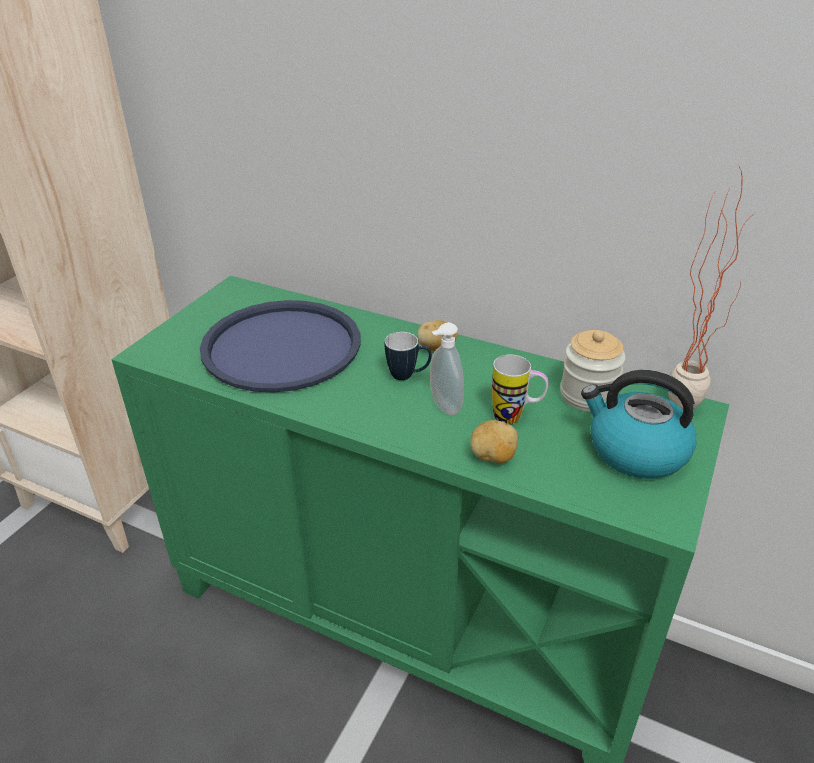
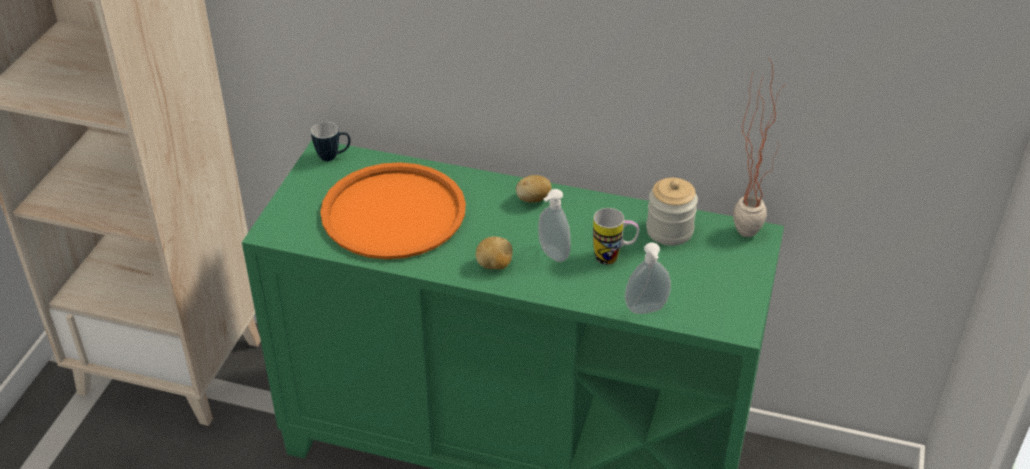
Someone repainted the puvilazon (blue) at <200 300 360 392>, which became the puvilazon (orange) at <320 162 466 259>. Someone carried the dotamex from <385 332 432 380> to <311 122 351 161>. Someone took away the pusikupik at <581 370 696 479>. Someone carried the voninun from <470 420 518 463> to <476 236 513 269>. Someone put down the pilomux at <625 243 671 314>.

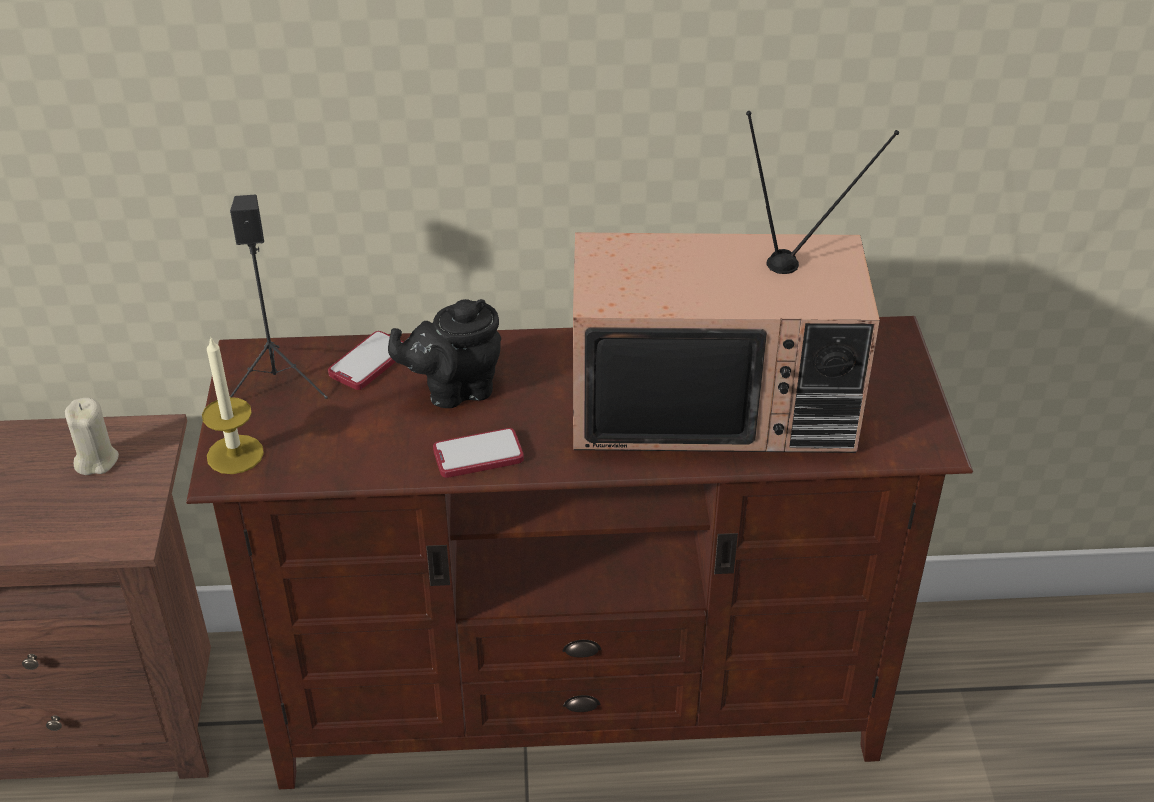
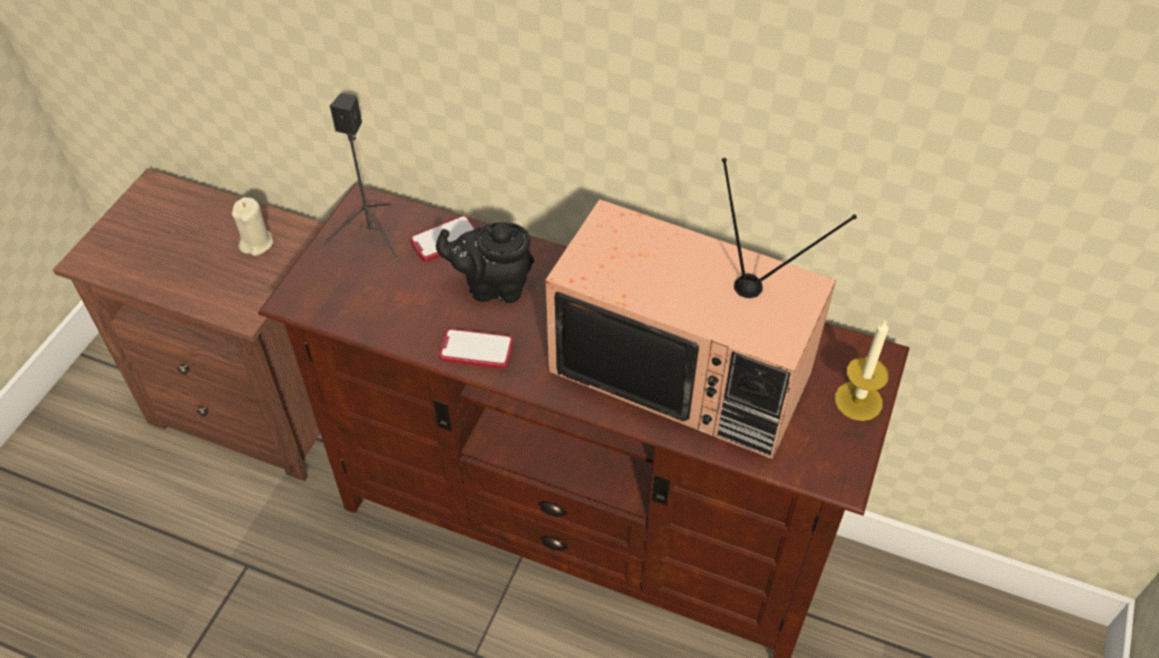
Someone carried the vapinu from <202 336 264 474> to <835 320 889 421>.

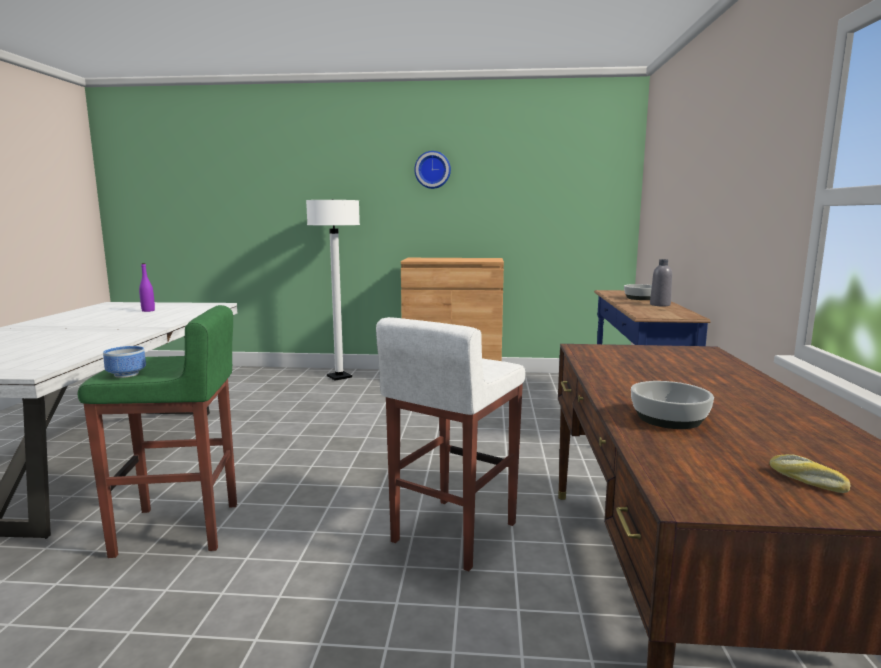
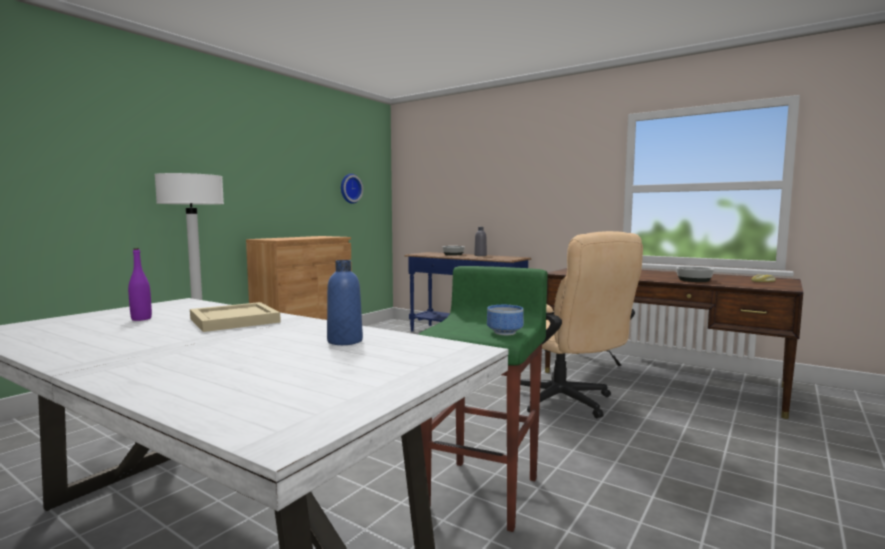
Someone carried the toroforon from <414 151 451 189> to <341 174 363 204>. Someone swapped the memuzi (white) at <376 317 526 572> for the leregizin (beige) at <520 231 643 418>. Someone put down the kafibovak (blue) at <327 260 363 345>. Someone put down the puvilazon (beige) at <190 302 281 332>.

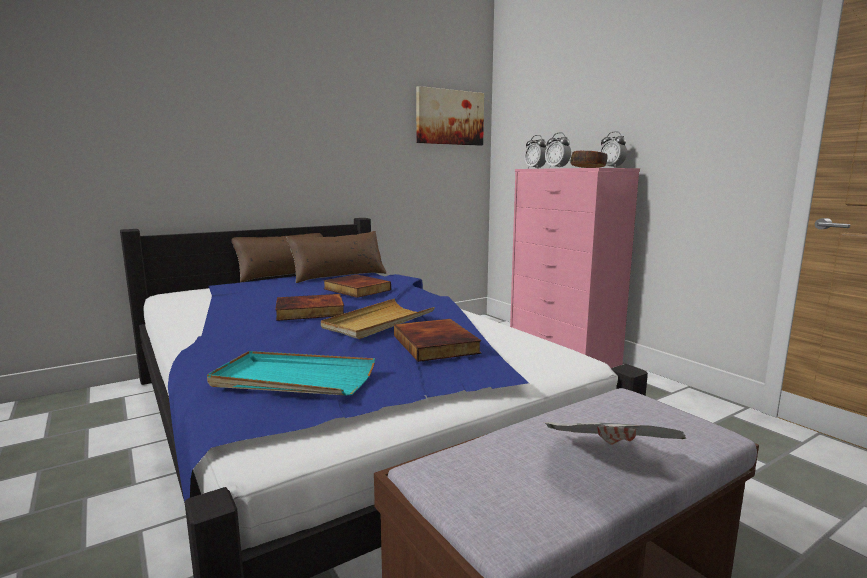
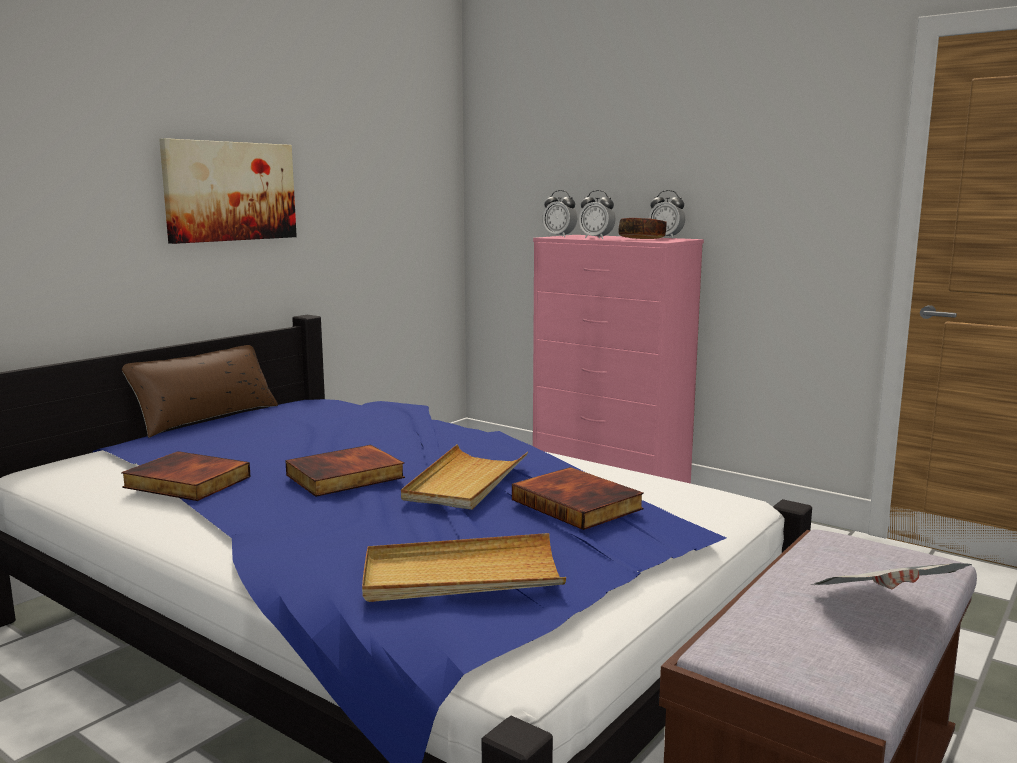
Someone carried the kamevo from <416 86 484 146> to <159 138 297 244>. Someone took away the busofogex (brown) at <286 231 386 283>. Someone carried the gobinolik from <323 275 391 298> to <121 451 251 501>. Someone repainted the puvilazon (turquoise) at <207 351 375 395>, which became the puvilazon (beige) at <362 533 566 602>.

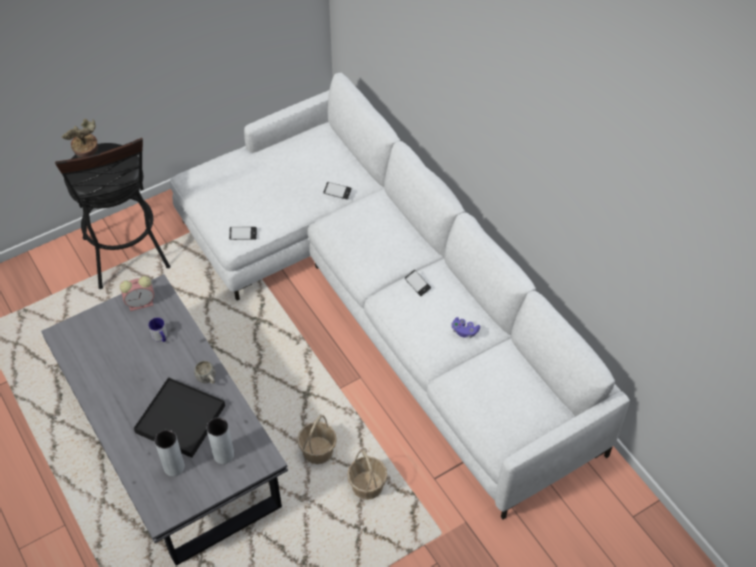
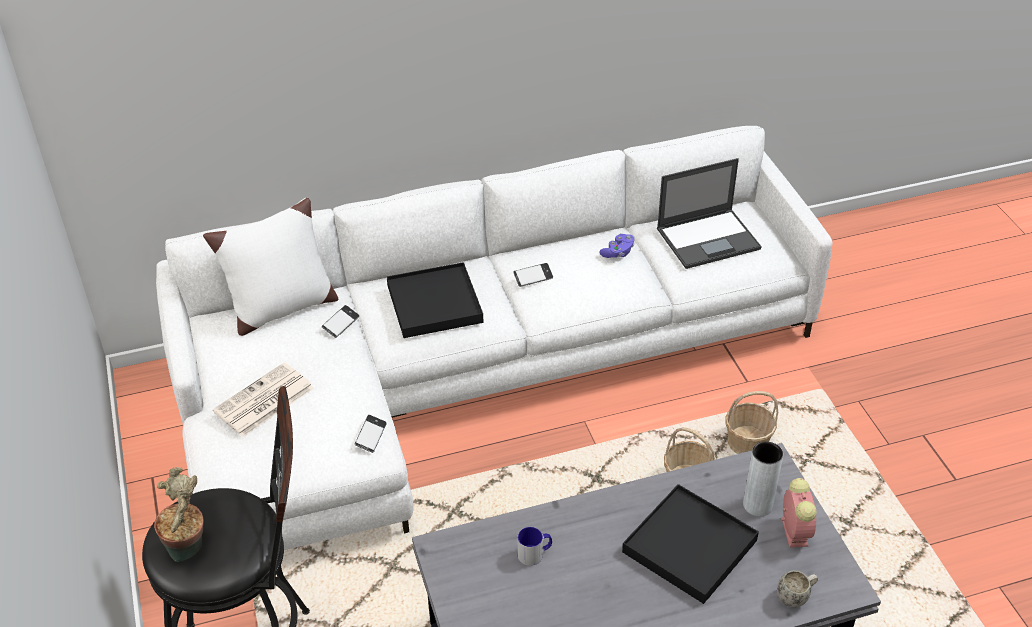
Someone carried the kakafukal from <120 276 154 311> to <781 478 817 548>. Someone carried the dotamex (white) from <194 361 216 384> to <777 570 818 608>. Someone took away the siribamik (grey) at <155 430 185 476>. Someone put down the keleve at <657 158 762 269>. Someone put down the busofogex (white) at <203 198 338 336>. Someone put down the puvilazon (black) at <387 262 484 338>. Someone put down the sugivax at <213 363 314 437>.

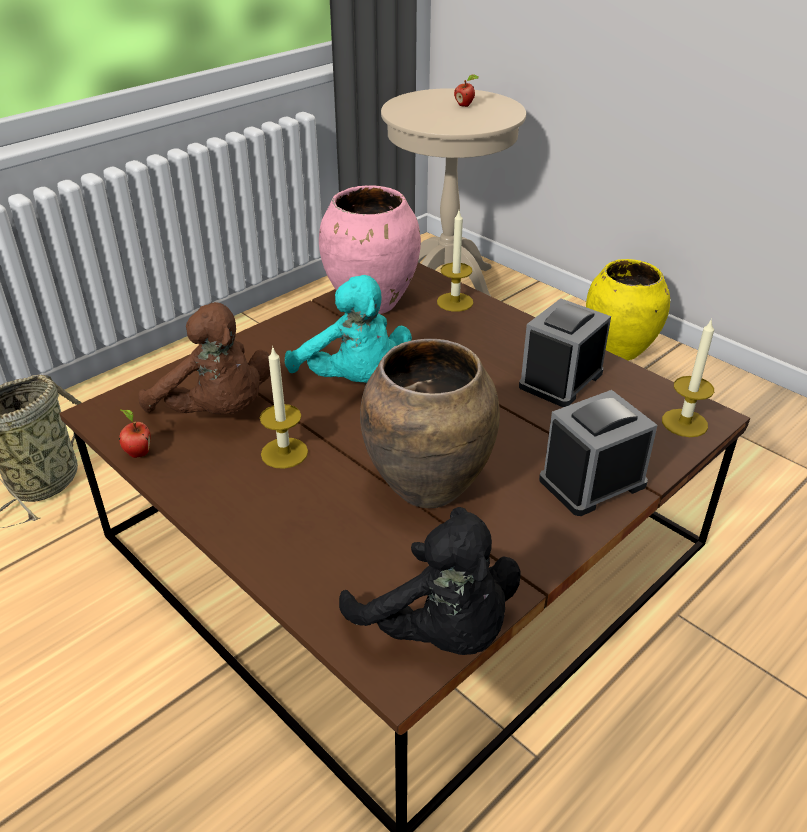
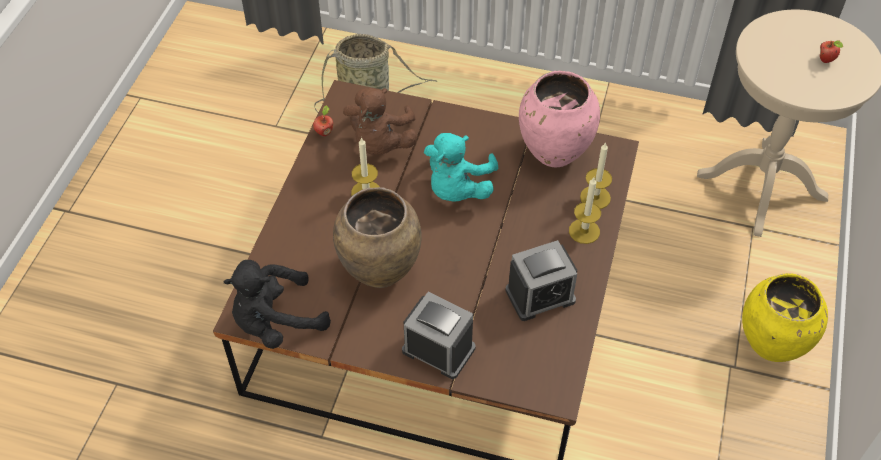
Someone rotated the kakafukal at <519 298 611 407> by 150 degrees clockwise. Someone carried the vapinu from <662 318 714 437> to <569 177 601 244>. Someone rotated the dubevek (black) at <339 507 521 655> by 45 degrees clockwise.

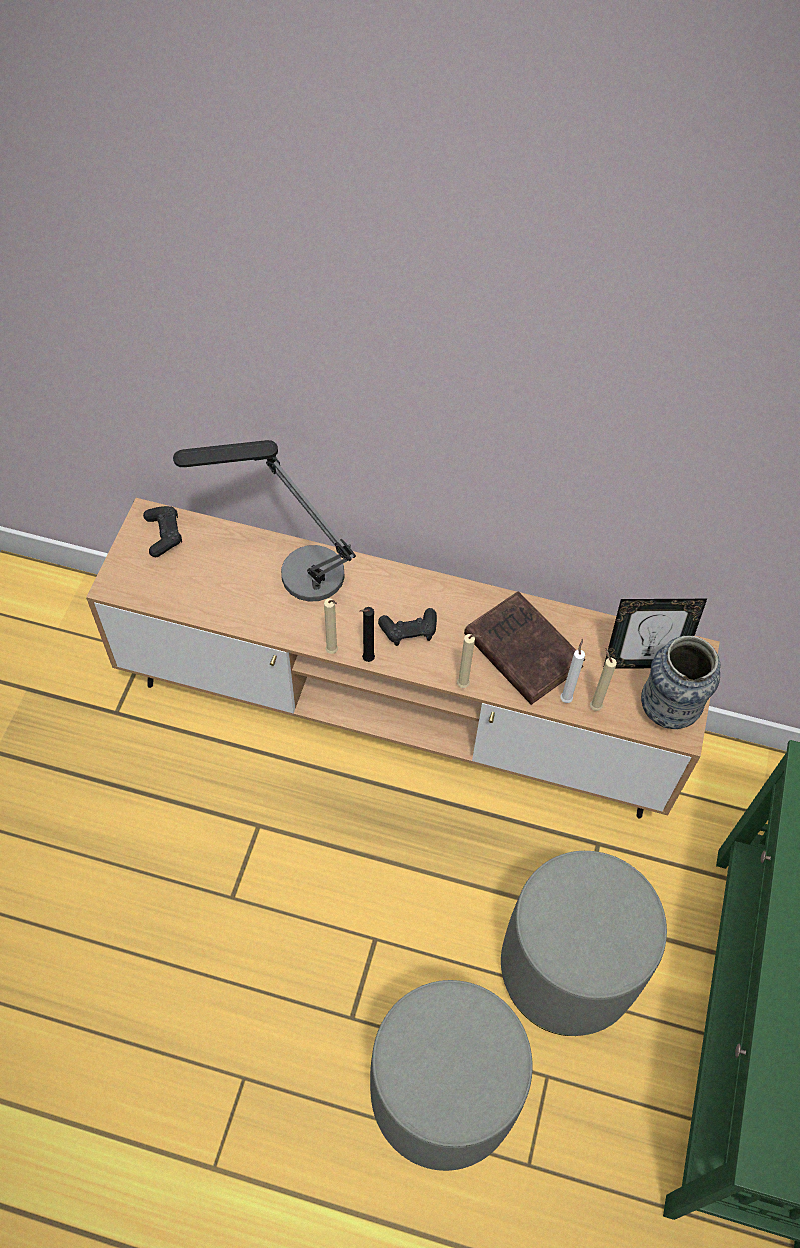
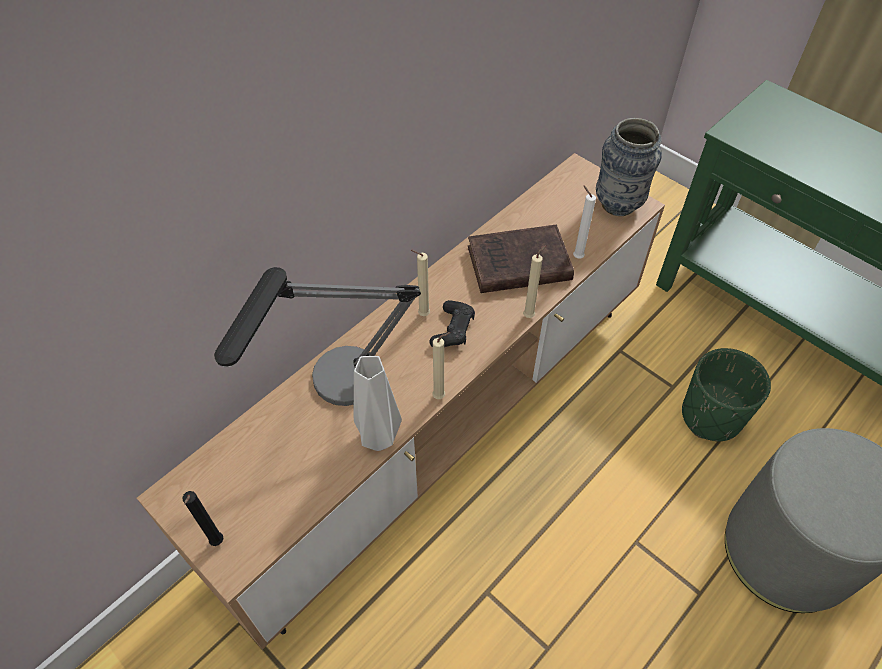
Someone took away the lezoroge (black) at <143 506 182 557>. Someone took away the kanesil at <603 599 707 669>. Someone carried the vapinu (black) from <359 607 375 662> to <182 491 224 546>. Someone carried the vapinu (beige) from <590 649 617 711> to <411 250 430 316>. Someone swapped the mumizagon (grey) at <501 851 667 1036> for the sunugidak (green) at <682 348 771 441>. Someone put down the siribamik (grey) at <354 356 402 451>.

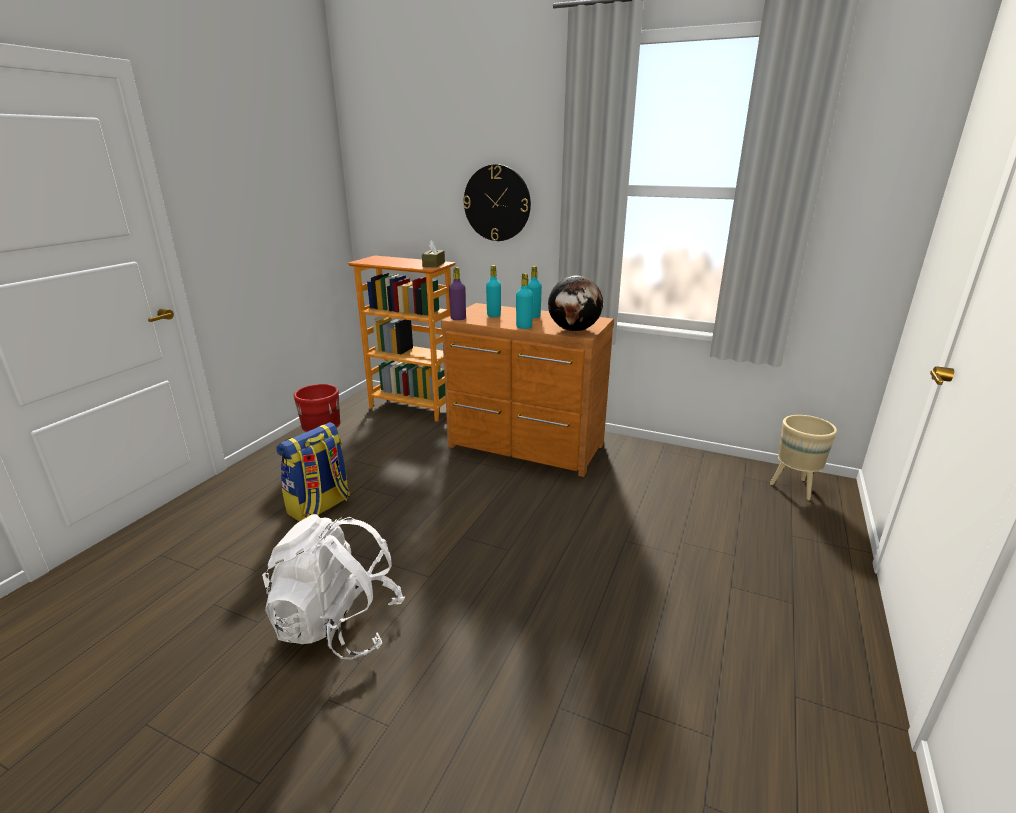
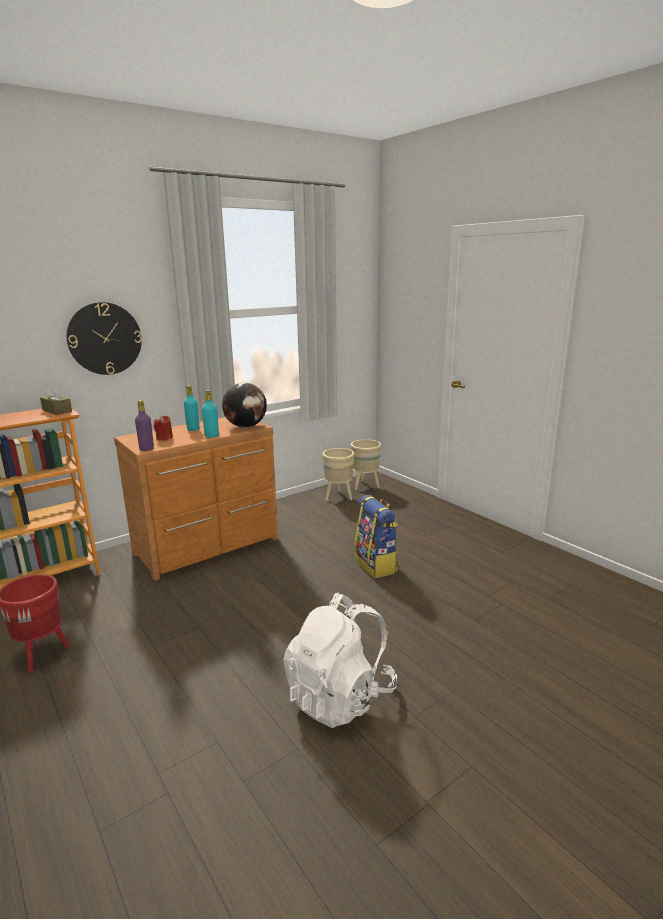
Someone swapped the kafibovak (turquoise) at <486 265 501 317> for the vapinu (red) at <154 416 173 441>. Someone carried the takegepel from <276 422 350 521> to <354 495 399 578>. Someone put down the sunugidak (beige) at <323 448 354 501>.

